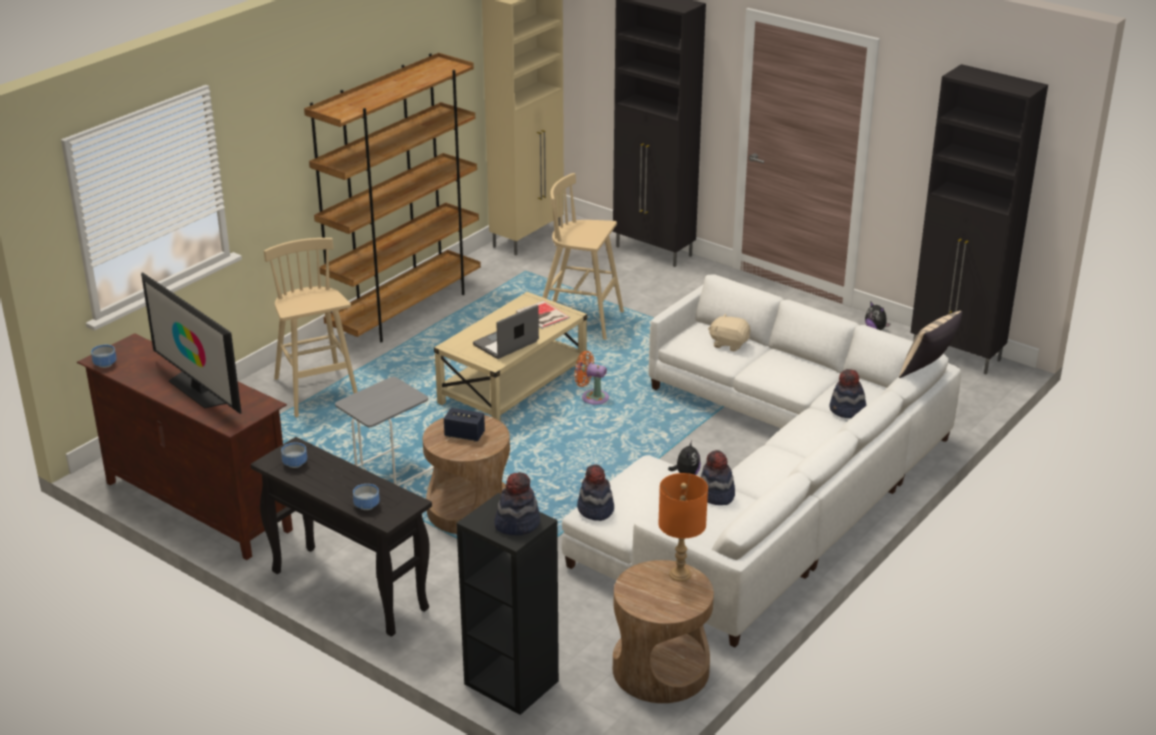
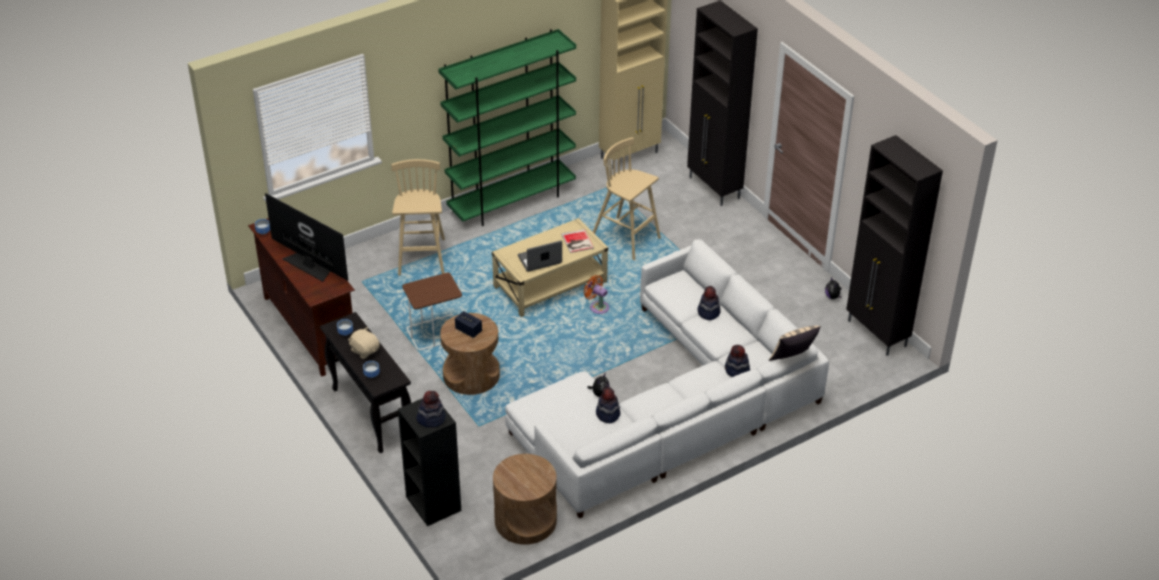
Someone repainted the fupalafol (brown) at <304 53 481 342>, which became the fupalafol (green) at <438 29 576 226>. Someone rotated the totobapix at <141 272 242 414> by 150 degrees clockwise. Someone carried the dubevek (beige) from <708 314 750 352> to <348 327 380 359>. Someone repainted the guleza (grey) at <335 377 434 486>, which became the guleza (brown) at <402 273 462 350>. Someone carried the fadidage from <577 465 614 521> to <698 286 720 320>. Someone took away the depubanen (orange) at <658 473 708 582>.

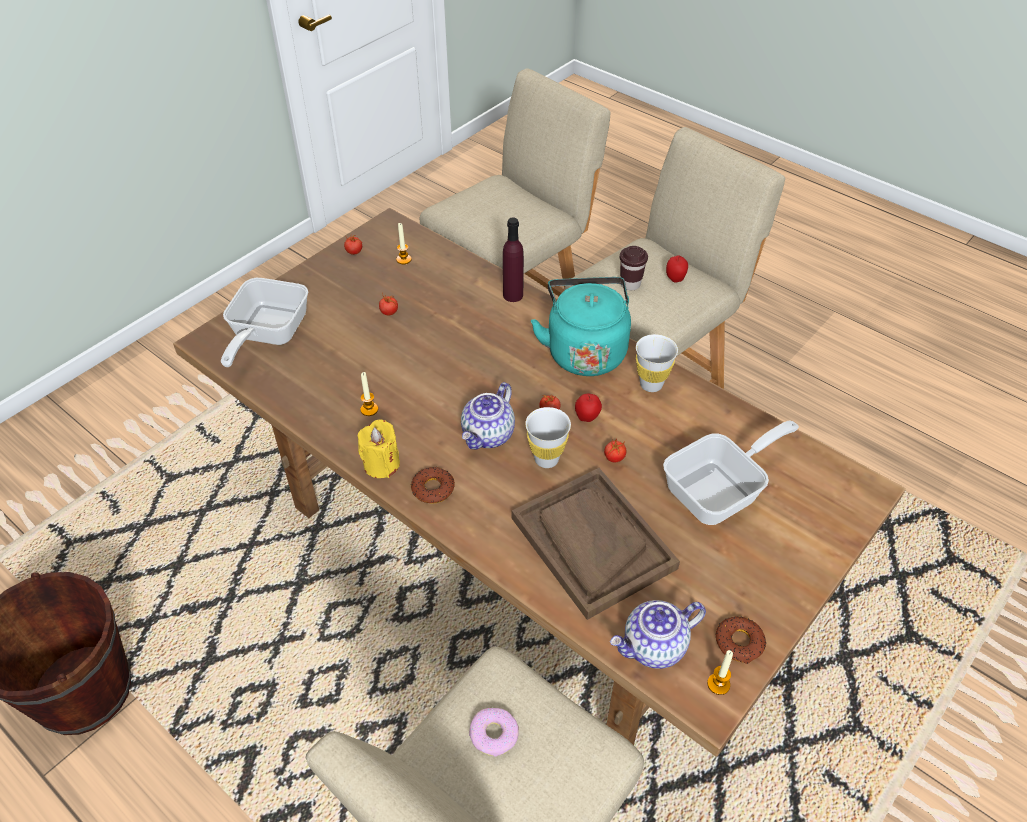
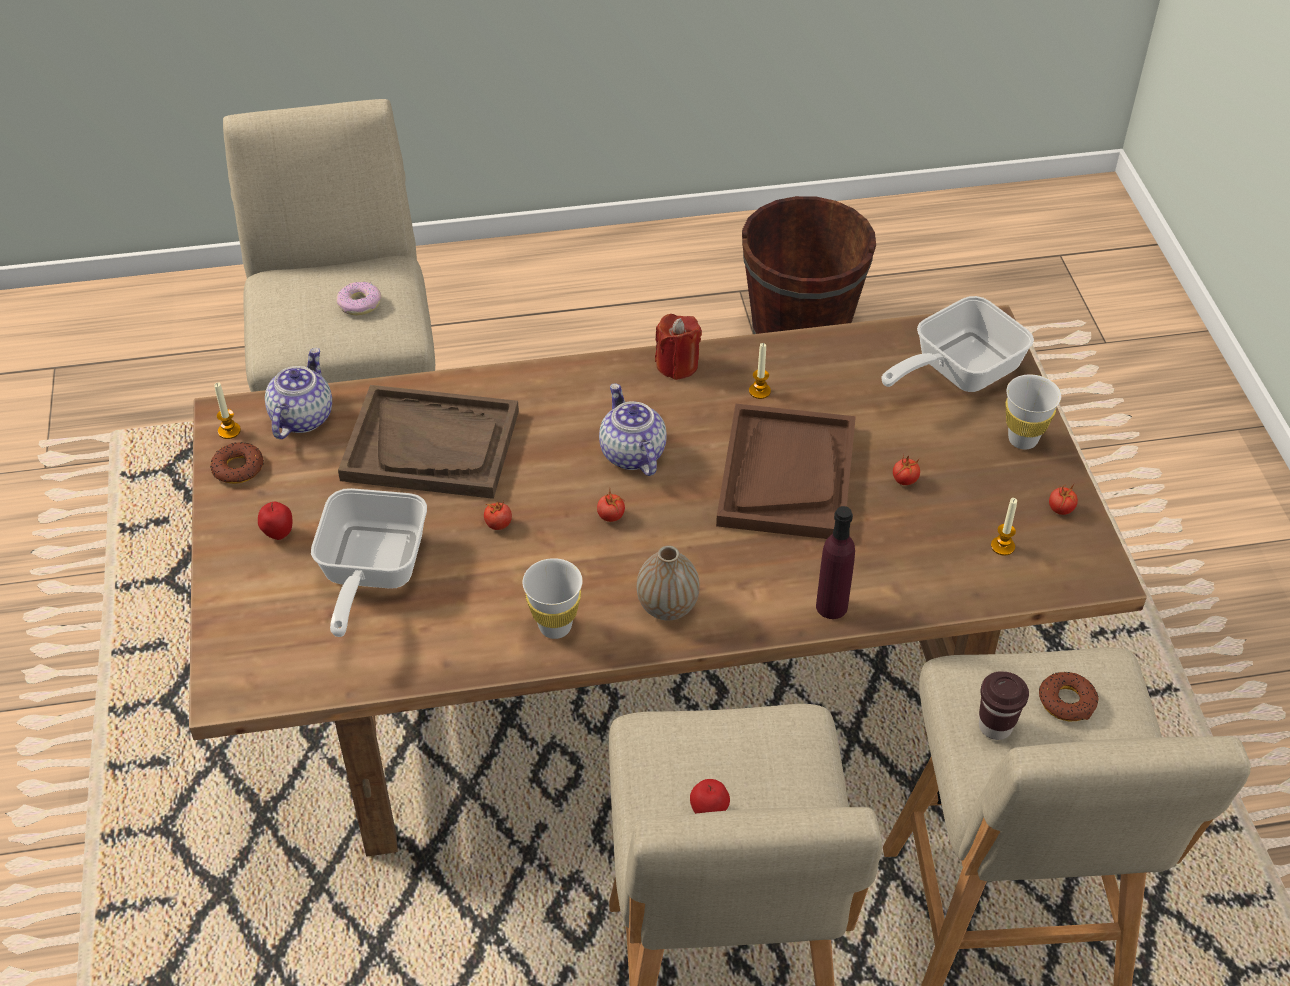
Someone carried the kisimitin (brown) from <620 246 648 290> to <979 671 1029 740>. Someone swapped the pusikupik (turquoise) at <531 277 631 376> for the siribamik at <637 546 700 620>. Someone rotated the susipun at <221 278 308 367> by 90 degrees counterclockwise. Someone carried the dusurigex from <575 394 602 422> to <258 502 292 540>. Someone carried the kisimitin (white) from <525 407 571 468> to <1006 375 1061 450>. Someone repainted the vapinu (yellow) at <358 419 400 478>, which became the vapinu (red) at <655 314 702 380>. Someone carried the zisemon from <411 467 455 504> to <1039 672 1099 722>. Someone put down the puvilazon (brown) at <716 404 856 539>.

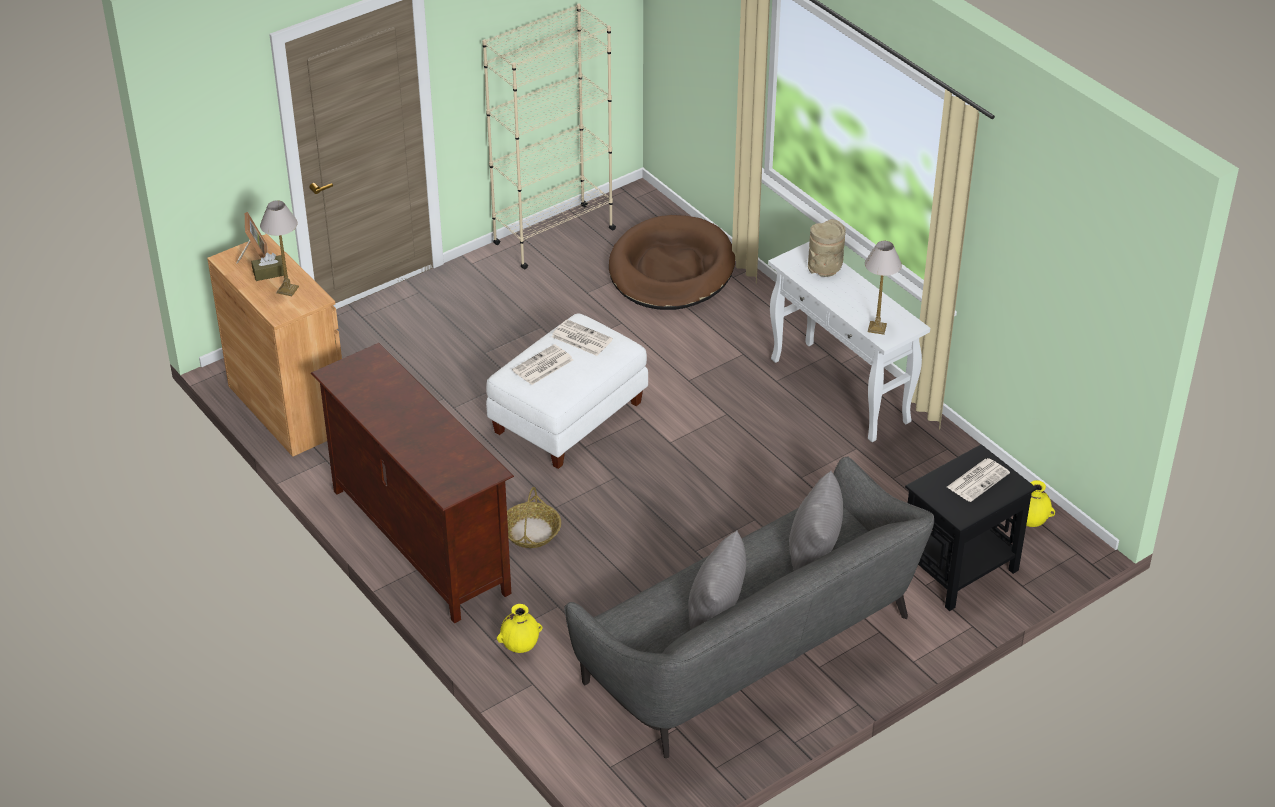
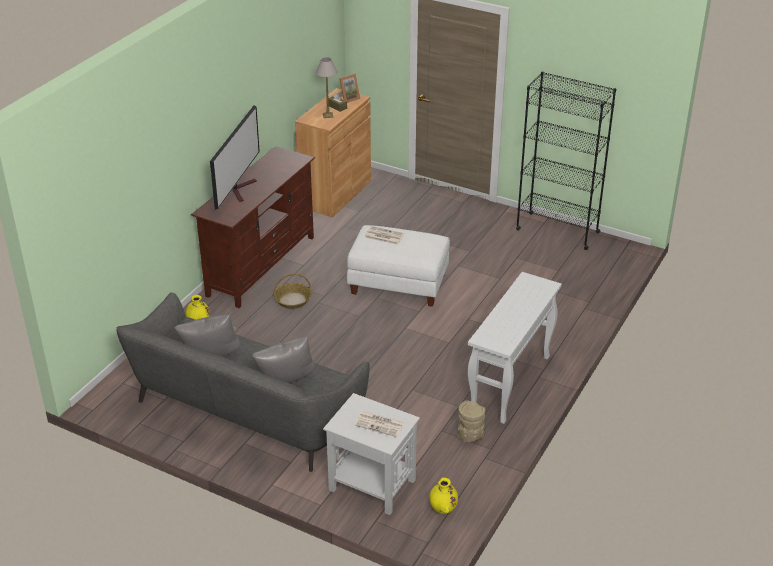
Someone repainted the fupalafol (beige) at <482 4 616 269>, which became the fupalafol (black) at <516 71 616 250>. Someone took away the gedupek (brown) at <609 215 735 310>. Someone carried the siribamik (beige) from <808 219 846 277> to <457 400 485 442>. Someone took away the depubanen at <865 241 902 335>. Someone took away the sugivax at <551 319 613 356>. Someone repainted the guleza (black) at <905 444 1037 611>, which became the guleza (white) at <323 393 420 515>. Someone put down the totobapix at <210 105 260 210>.

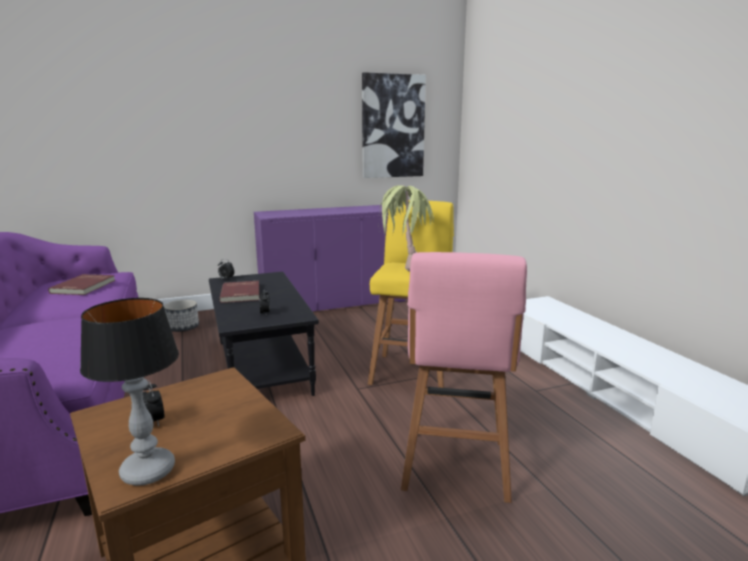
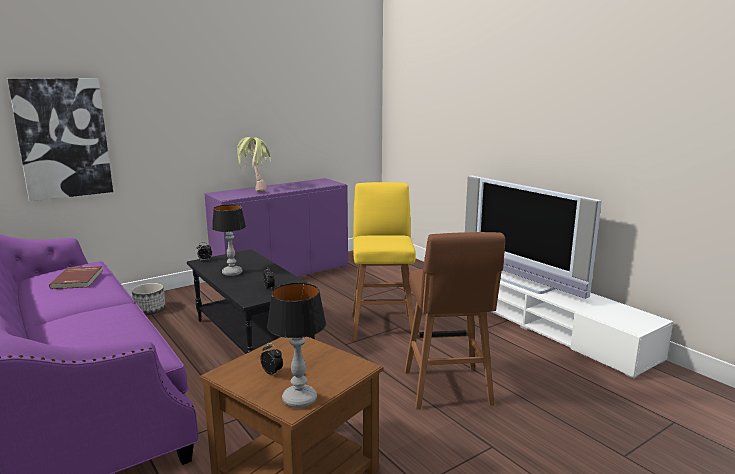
Someone carried the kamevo from <362 72 426 178> to <8 78 113 201>. Someone carried the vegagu from <379 185 434 272> to <236 137 272 193>. Someone repainted the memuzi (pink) at <401 252 527 503>, which became the memuzi (brown) at <405 232 505 410>. Someone swapped the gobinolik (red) at <219 281 259 303> for the depubanen at <212 204 246 276>. Someone put down the totobapix at <465 176 602 299>.

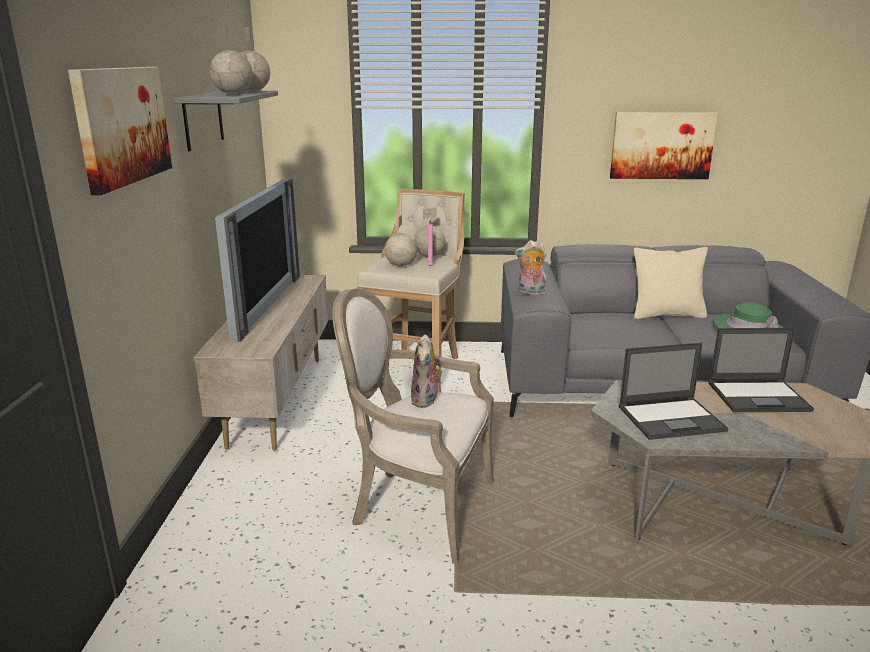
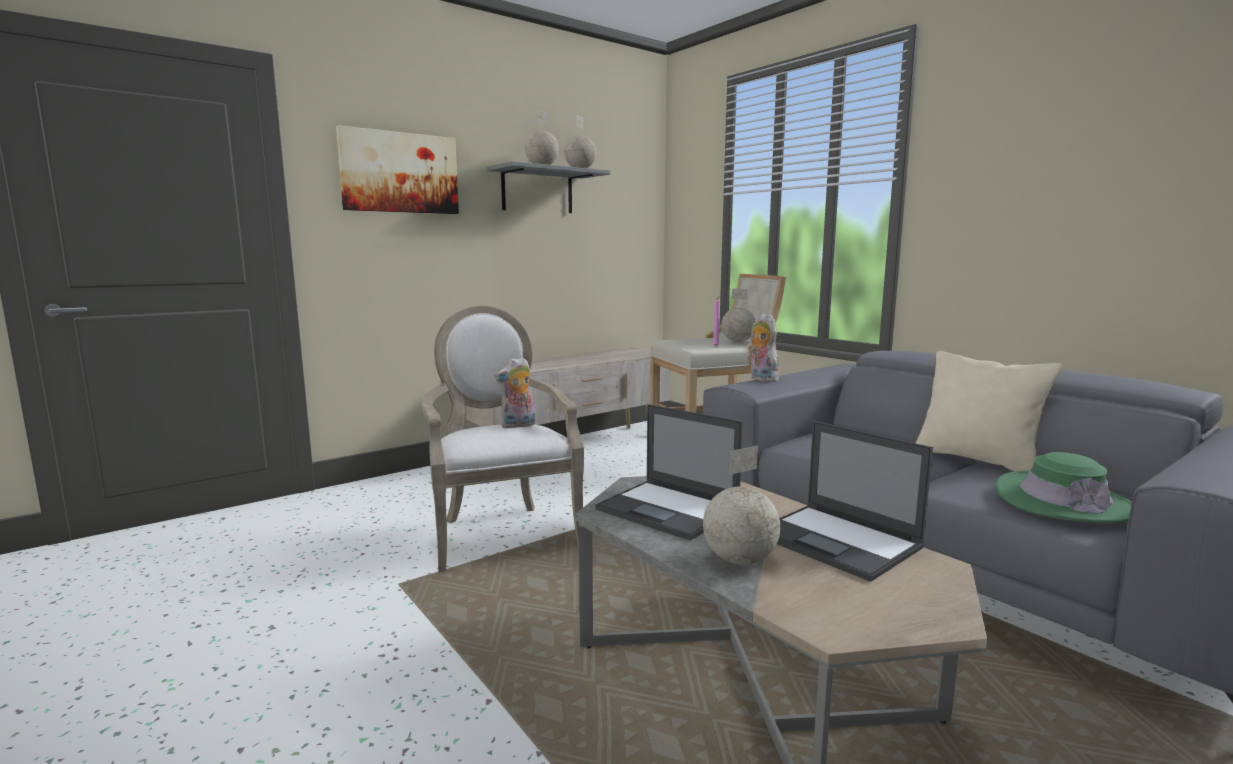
Someone took away the kamevo at <610 112 718 179>. Someone took away the totobapix at <215 179 300 341>. Someone carried the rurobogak from <385 214 417 266> to <703 445 780 565>.

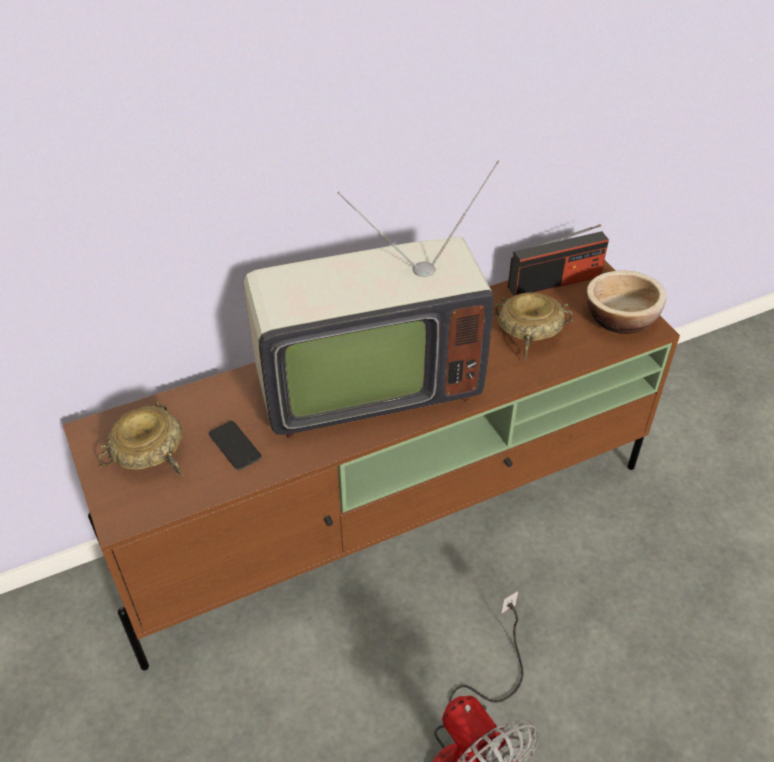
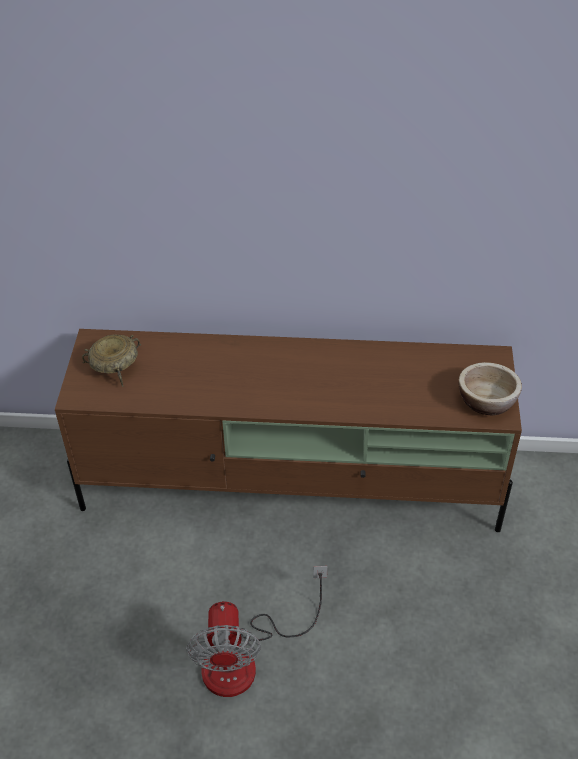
Someone took away the totobapix at <244 161 500 438>. Someone took away the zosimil at <508 224 609 296>. Someone took away the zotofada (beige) at <494 292 573 361>. Someone took away the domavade at <209 421 262 470>.

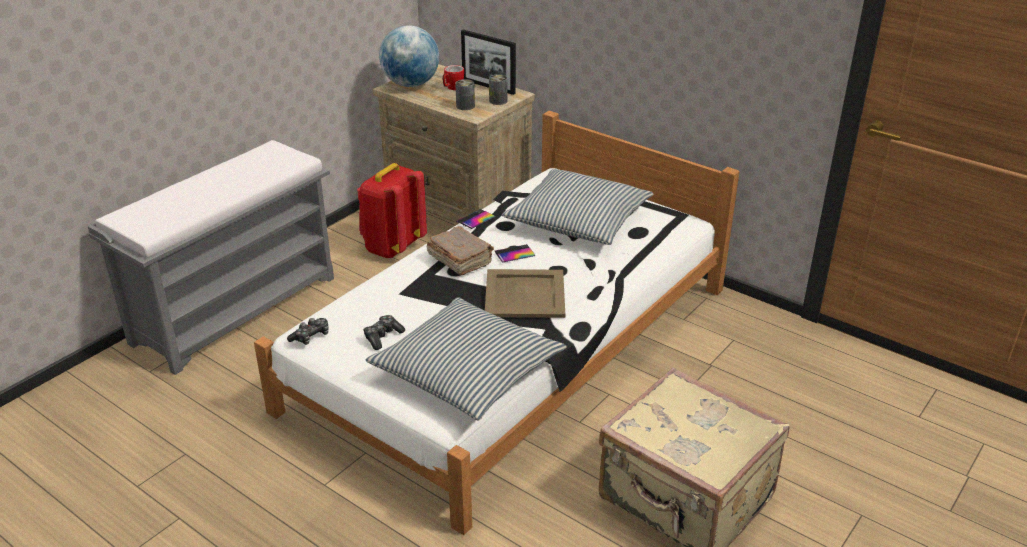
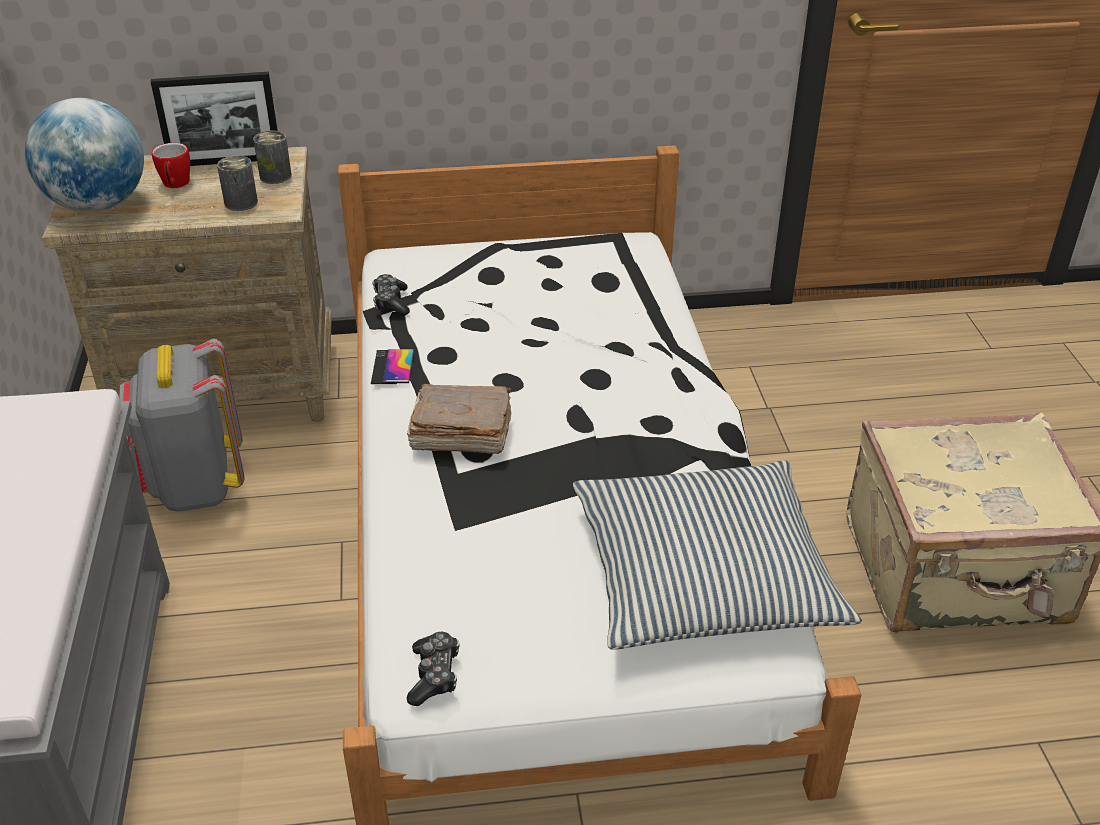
Someone repainted the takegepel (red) at <357 163 427 258>, which became the takegepel (grey) at <119 339 245 512>. Someone took away the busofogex at <502 169 654 245>. Someone took away the domavade at <495 244 536 263>. Someone took away the puvilazon (beige) at <485 269 565 318>. Someone carried the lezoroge from <363 315 405 350> to <372 274 410 316>.

